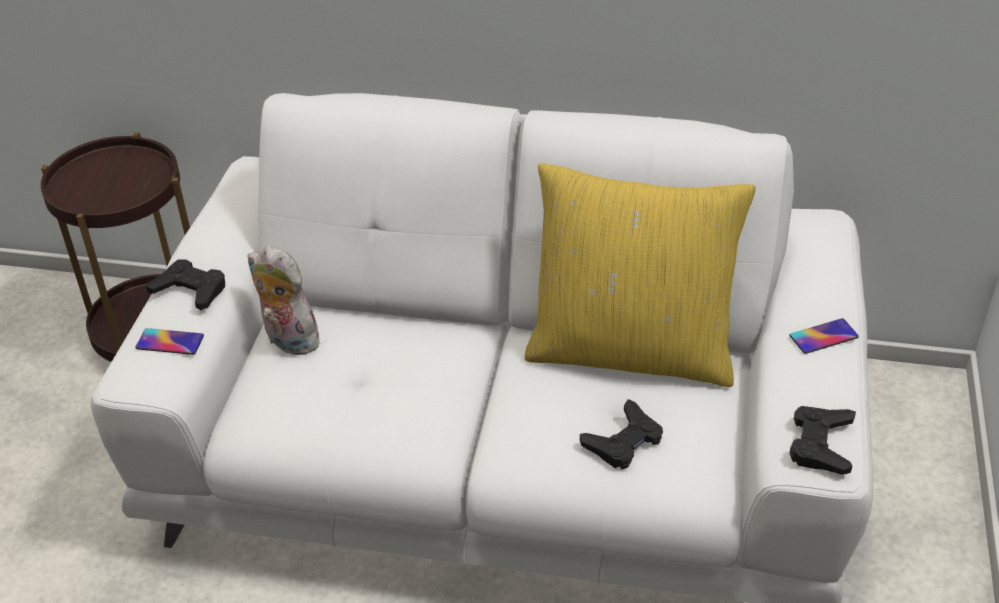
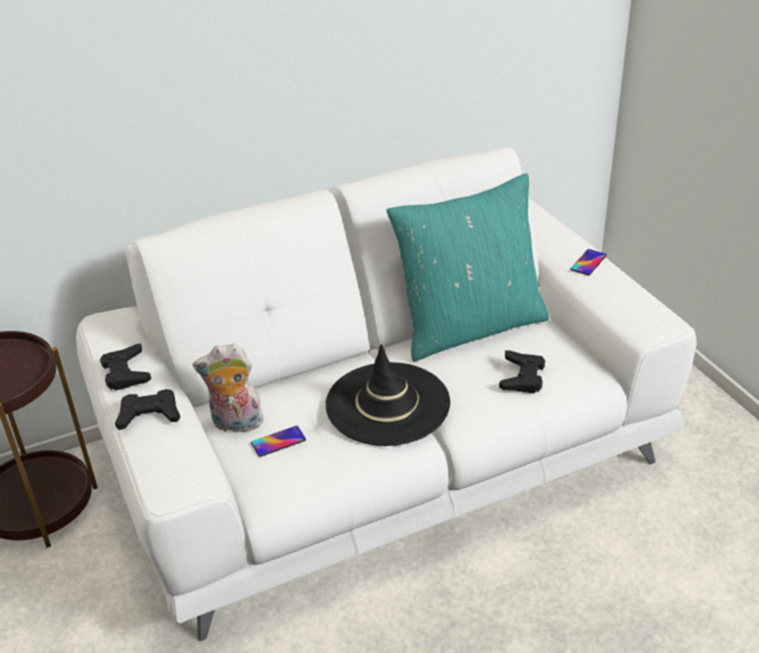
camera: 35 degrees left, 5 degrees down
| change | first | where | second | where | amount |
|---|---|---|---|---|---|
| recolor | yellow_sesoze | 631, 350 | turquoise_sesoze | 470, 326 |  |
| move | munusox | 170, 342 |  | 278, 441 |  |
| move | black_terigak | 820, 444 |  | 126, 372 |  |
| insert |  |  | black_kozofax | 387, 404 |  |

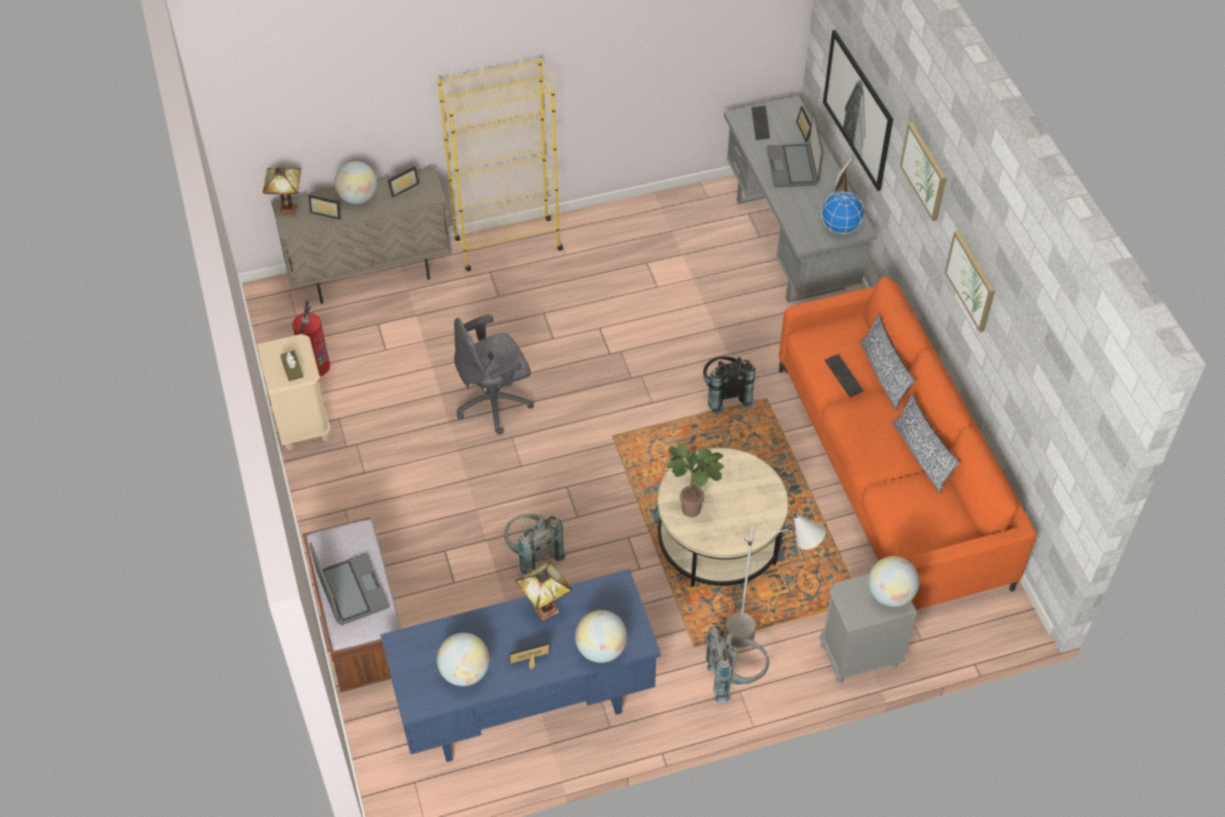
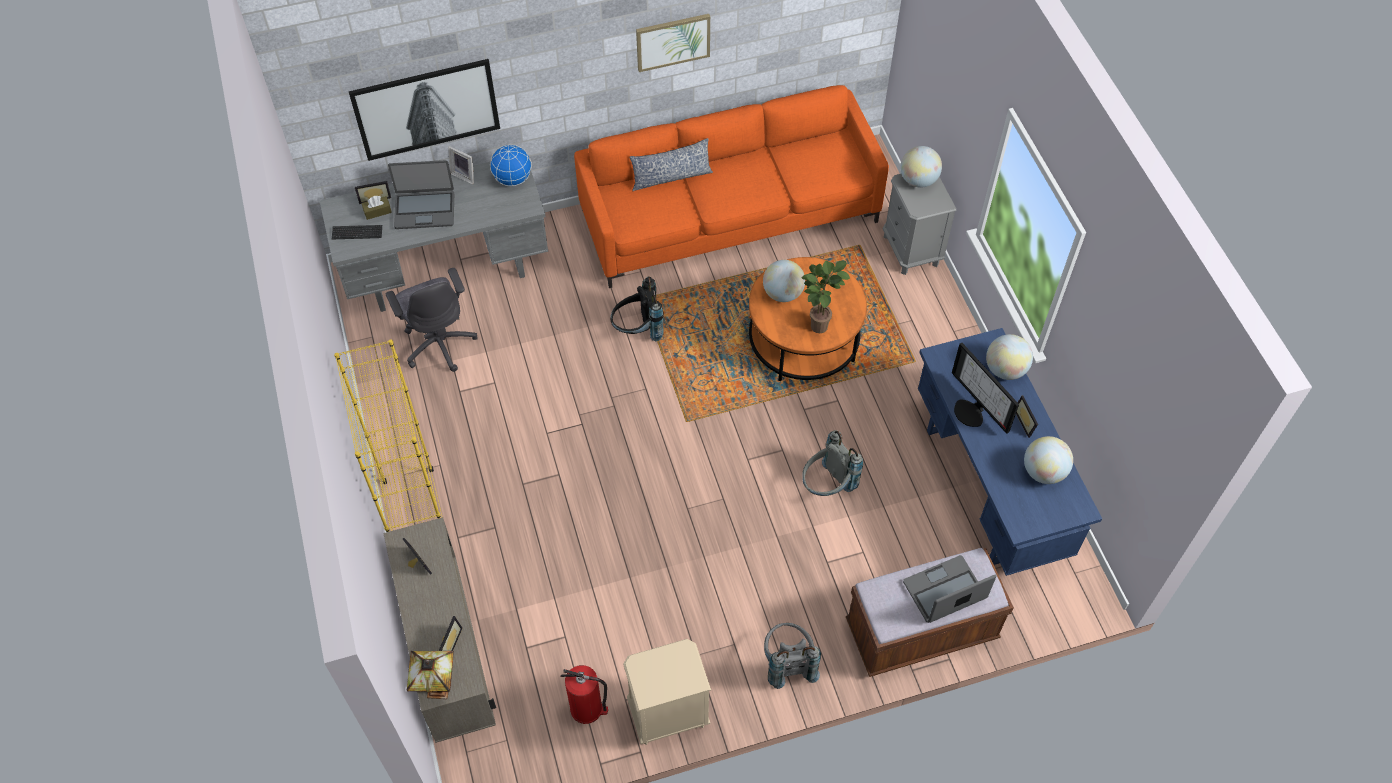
camera: 90 degrees left, 5 degrees up
| change | first | where | second | where | amount |
|---|---|---|---|---|---|
| delete | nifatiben | 924, 171 |  |  |  |
| move | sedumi | 358, 197 |  | 782, 293 |  |
| move | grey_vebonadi | 495, 403 |  | 439, 343 |  |
| move | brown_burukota | 292, 369 |  | 377, 211 |  |
| delete | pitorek | 843, 376 |  |  |  |
| delete | sesoze | 921, 455 |  |  |  |
| recolor | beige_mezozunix | 719, 540 | orange_mezozunix | 803, 340 |  |
| delete | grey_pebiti | 764, 639 |  |  |  |
| replace | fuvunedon | 545, 611 | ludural | 971, 412 |  |
| move | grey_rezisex | 735, 677 |  | 787, 663 |  |

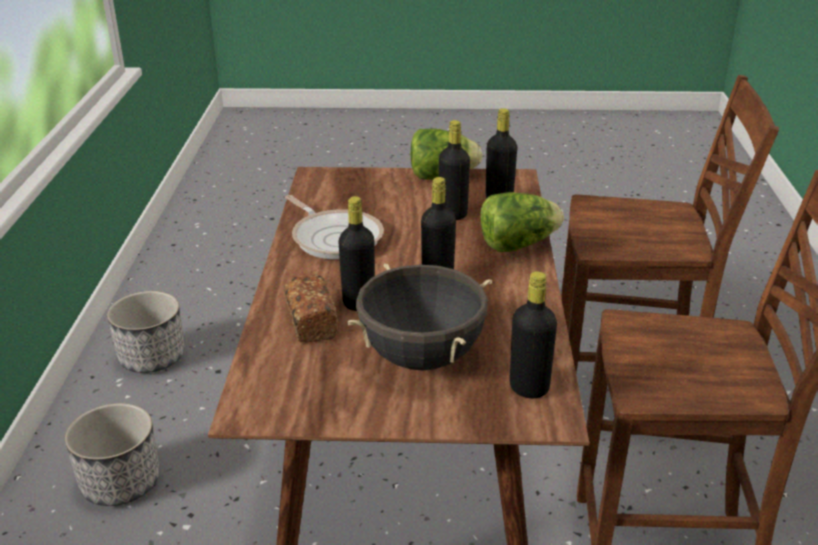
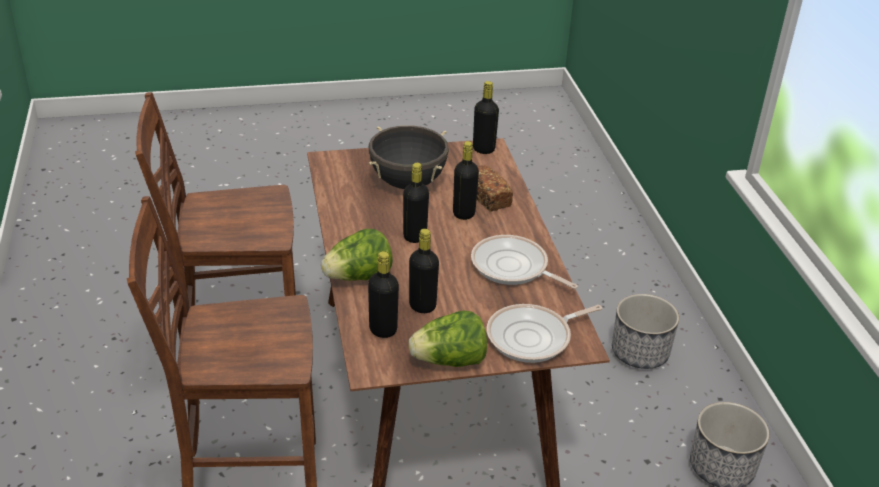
camera: 165 degrees right, 5 degrees up
| change | first | where | second | where | amount |
|---|---|---|---|---|---|
| move | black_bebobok | 529, 388 |  | 483, 149 |  |
| insert |  |  | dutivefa | 533, 337 |  |

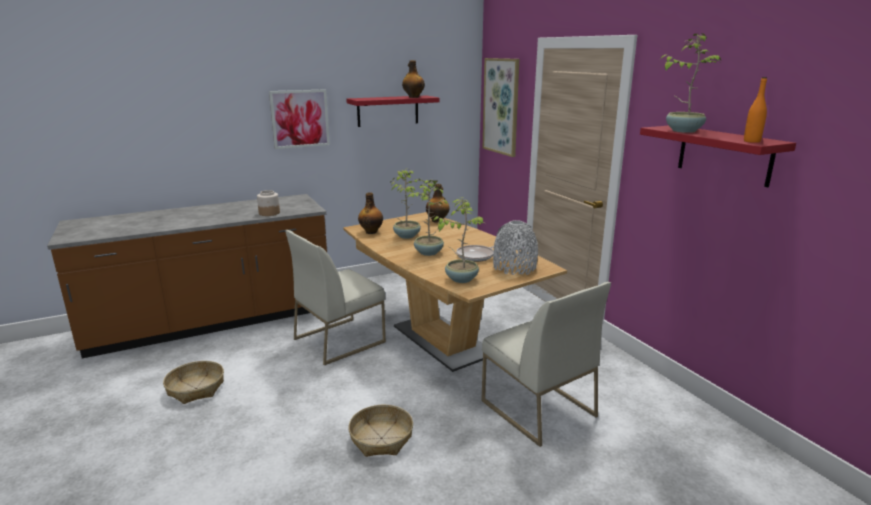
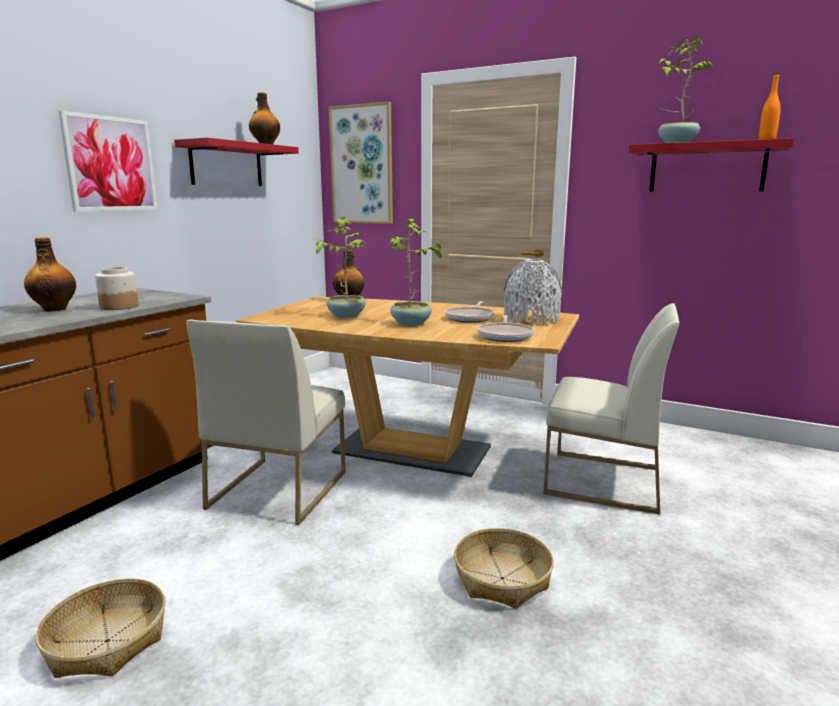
camera: 35 degrees left, 5 degrees down
| change | first | where | second | where | amount |
|---|---|---|---|---|---|
| move | bebobok | 371, 232 |  | 55, 309 |  |
| replace | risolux | 461, 279 | dutivefa | 505, 336 |  |

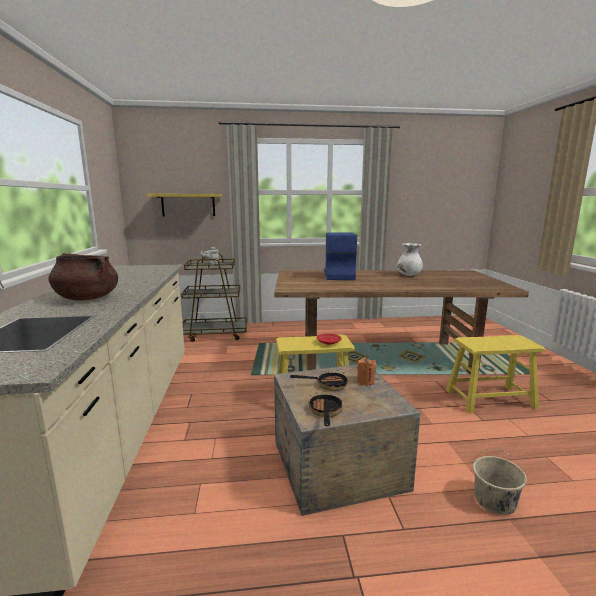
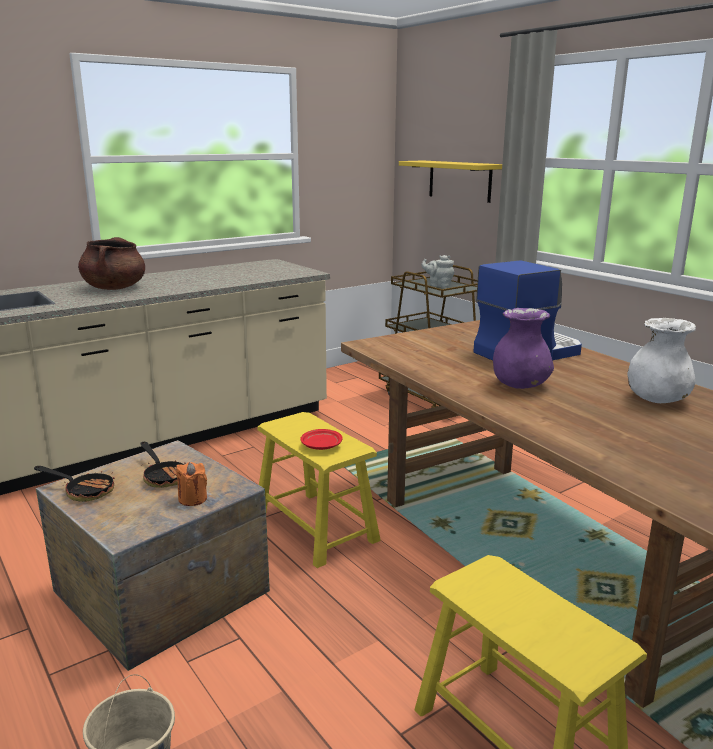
camera: 60 degrees right, 5 degrees up
| change | first | where | second | where | amount |
|---|---|---|---|---|---|
| rotate | dutivefa | 325, 413 |  | 84, 491 | 45 degrees clockwise |
| insert |  |  | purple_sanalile | 520, 386 |  |

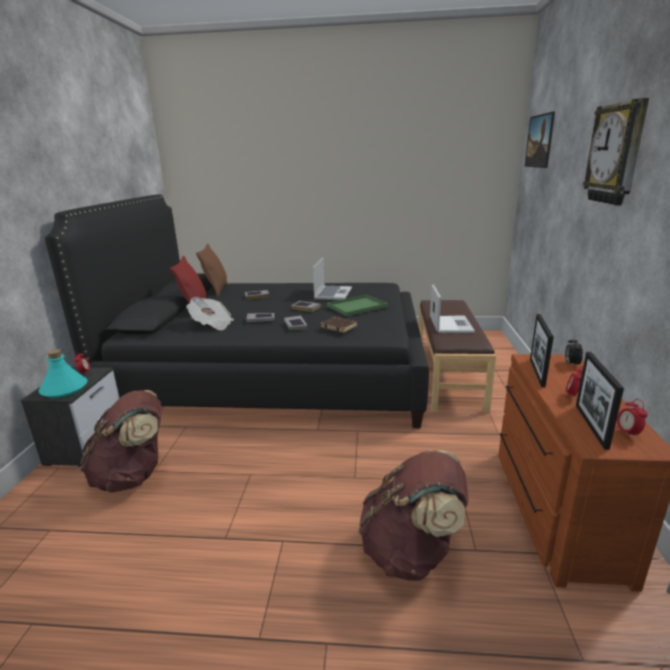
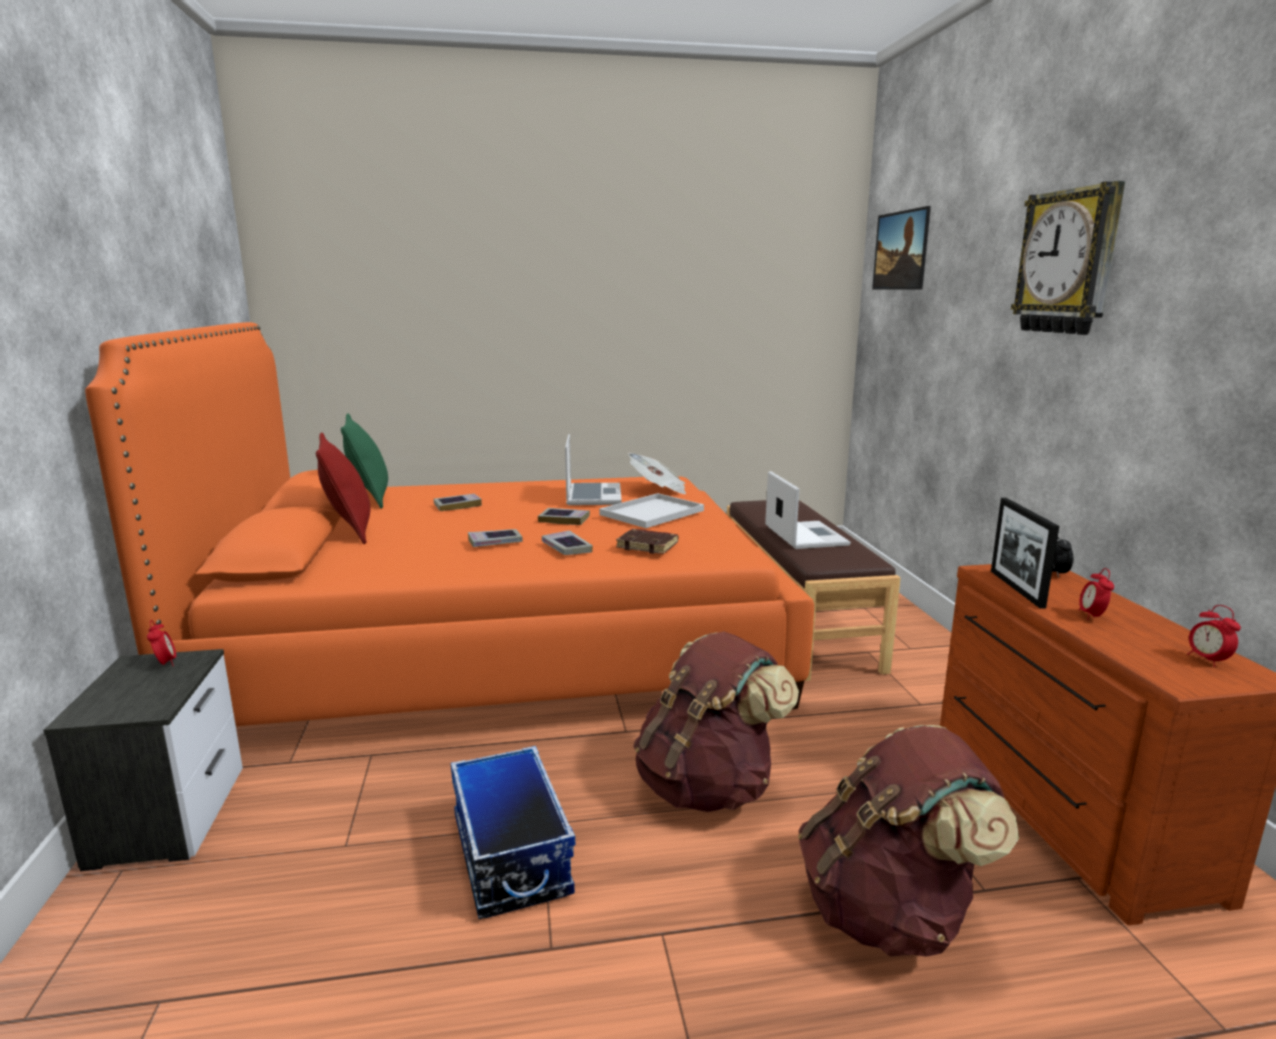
camera: 15 degrees left, 5 degrees down
| change | first | where | second | where | amount |
|---|---|---|---|---|---|
| recolor | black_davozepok | 276, 372 | orange_davozepok | 501, 642 |  |
| recolor | brown_sesoze | 216, 290 | green_sesoze | 370, 498 |  |
| recolor | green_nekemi | 357, 306 | white_nekemi | 652, 512 |  |
| move | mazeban | 212, 324 |  | 658, 490 |  |
| delete | turquoise_bebobok | 64, 390 |  |  |  |
| delete | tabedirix | 591, 426 |  |  |  |
| move | brown_rezisex | 133, 476 |  | 708, 786 |  |
| insert |  |  | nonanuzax | 509, 855 |  |

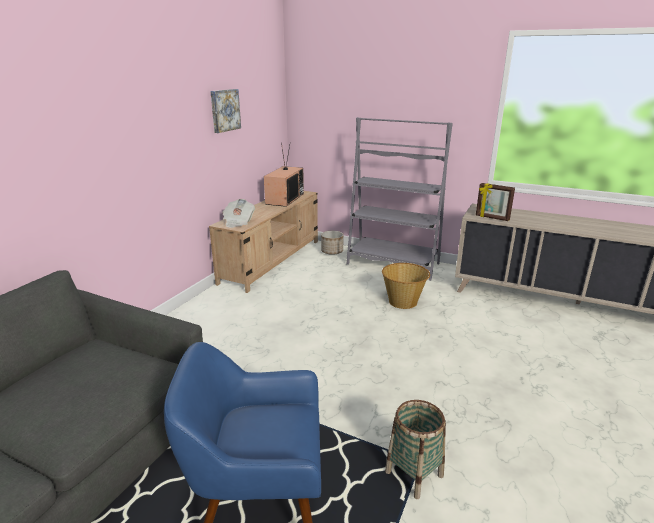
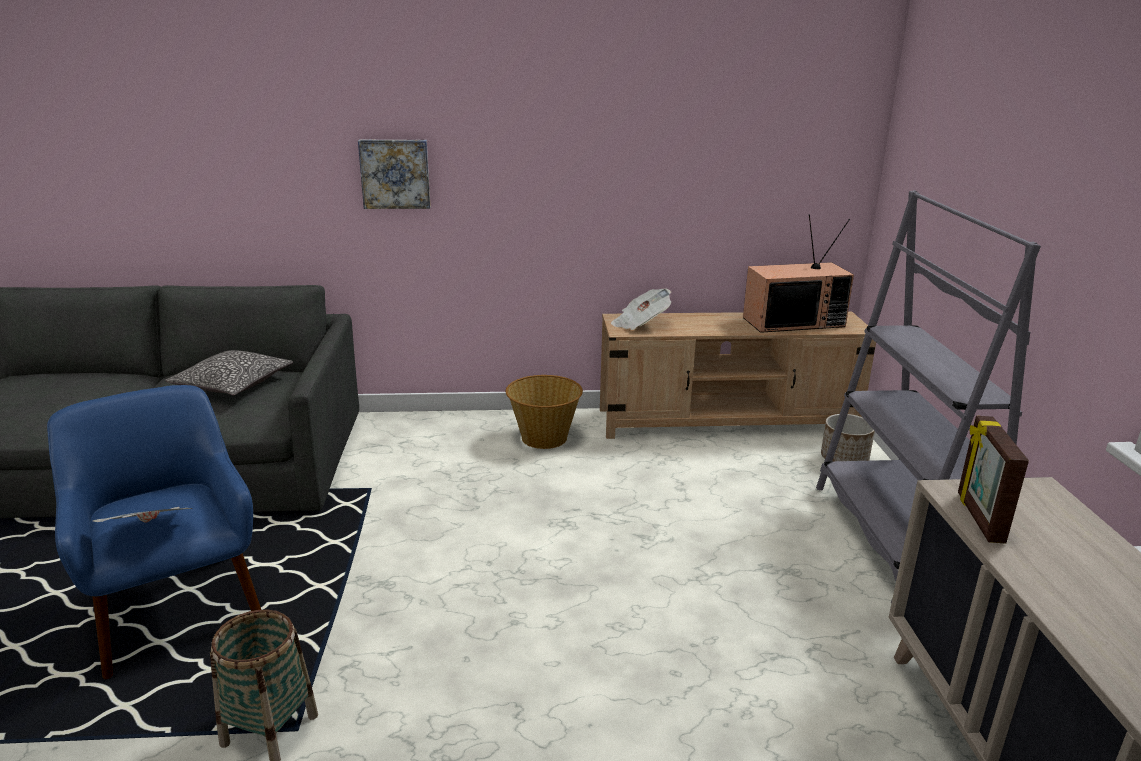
camera: 60 degrees right, 0 degrees up
| change | first | where | second | where | amount |
|---|---|---|---|---|---|
| move | nifatiben | 224, 110 |  | 395, 173 |  |
| move | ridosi | 403, 302 |  | 544, 438 |  |
| insert |  |  | sesoze | 233, 384 |  |
| insert |  |  | mazeban | 152, 533 |  |

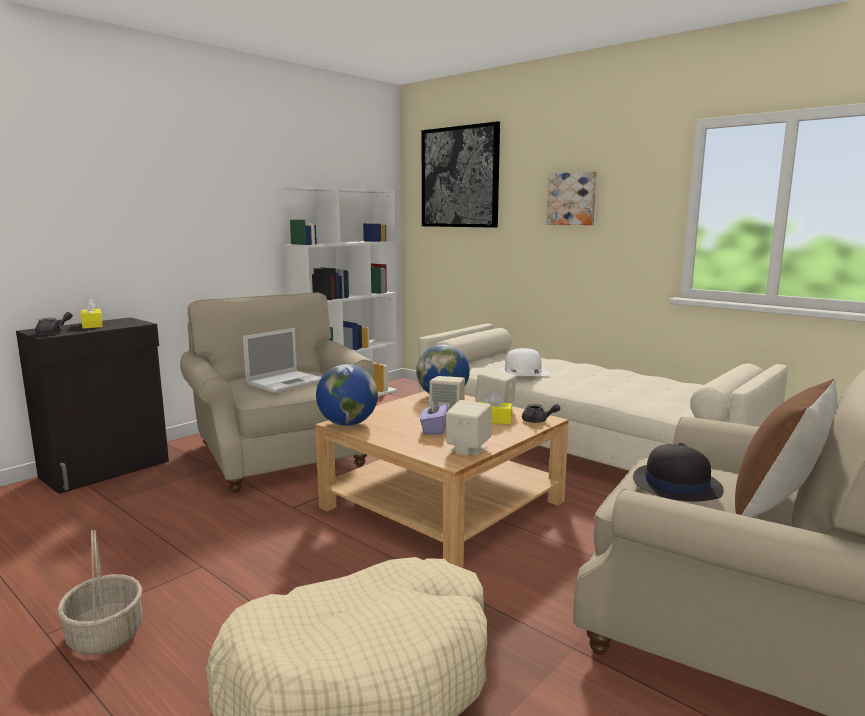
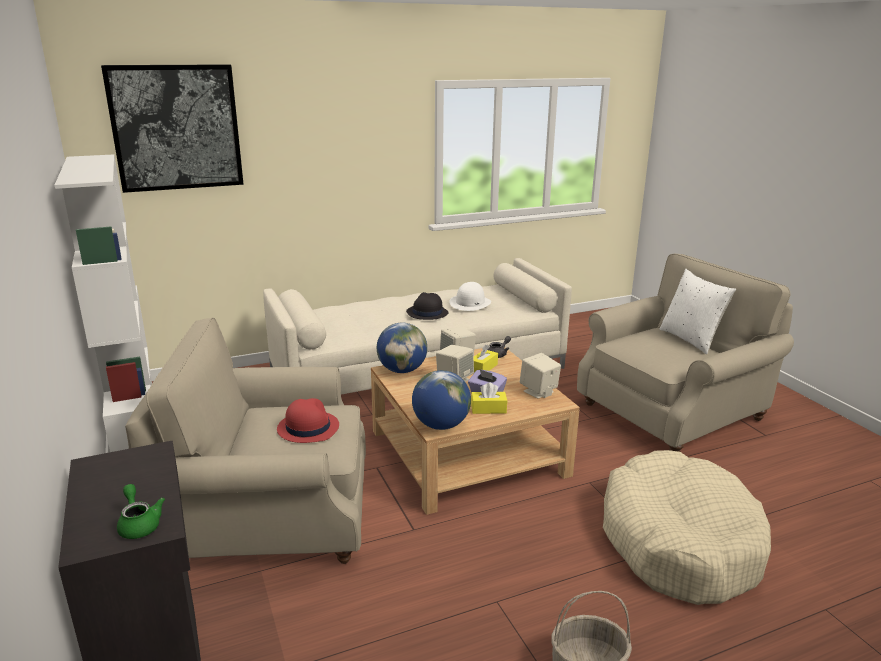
camera: 65 degrees left, 10 degrees up
| change | first | where | second | where | amount |
|---|---|---|---|---|---|
| delete | nifatiben | 572, 199 |  |  |  |
| move | yellow_burukota | 92, 325 |  | 488, 409 |  |
| recolor | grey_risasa | 54, 332 | green_risasa | 139, 524 |  |
| replace | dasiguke | 286, 382 | red_kozofax | 307, 427 |  |
| move | white_kozofax | 522, 372 |  | 470, 303 |  |
| recolor | brown_sesoze | 778, 506 | white_sesoze | 690, 339 |  |
| move | black_kozofax | 676, 484 |  | 427, 313 |  |

